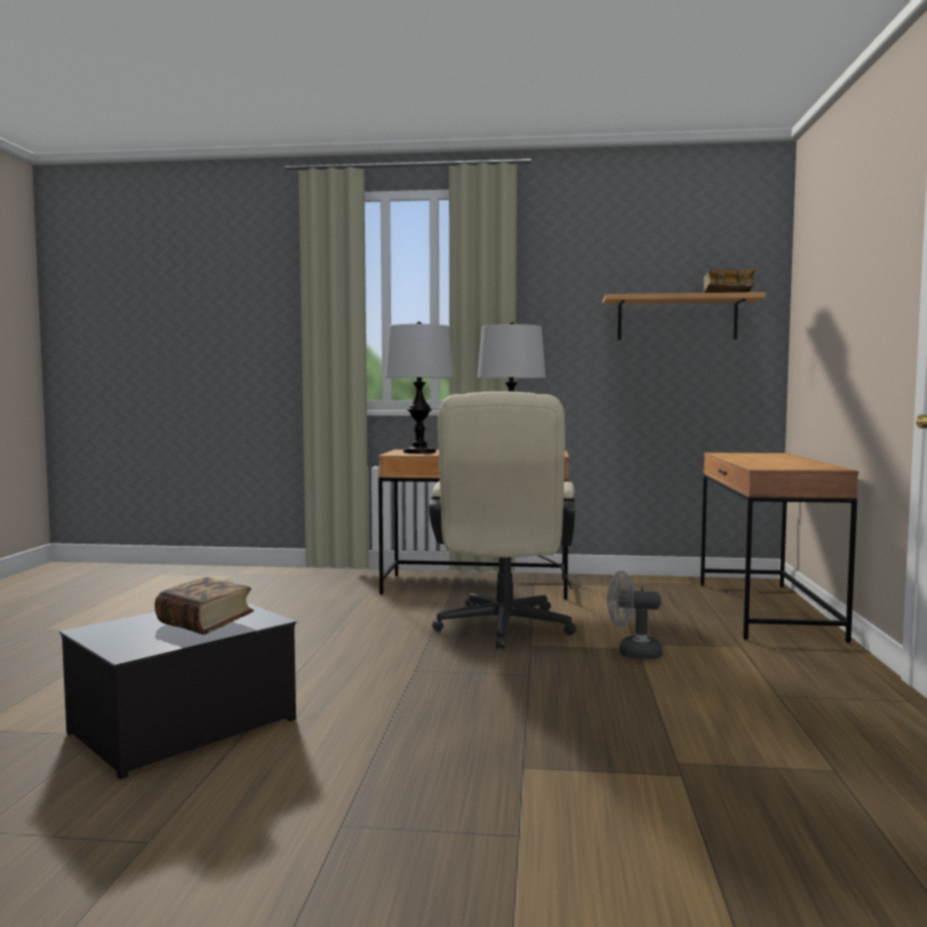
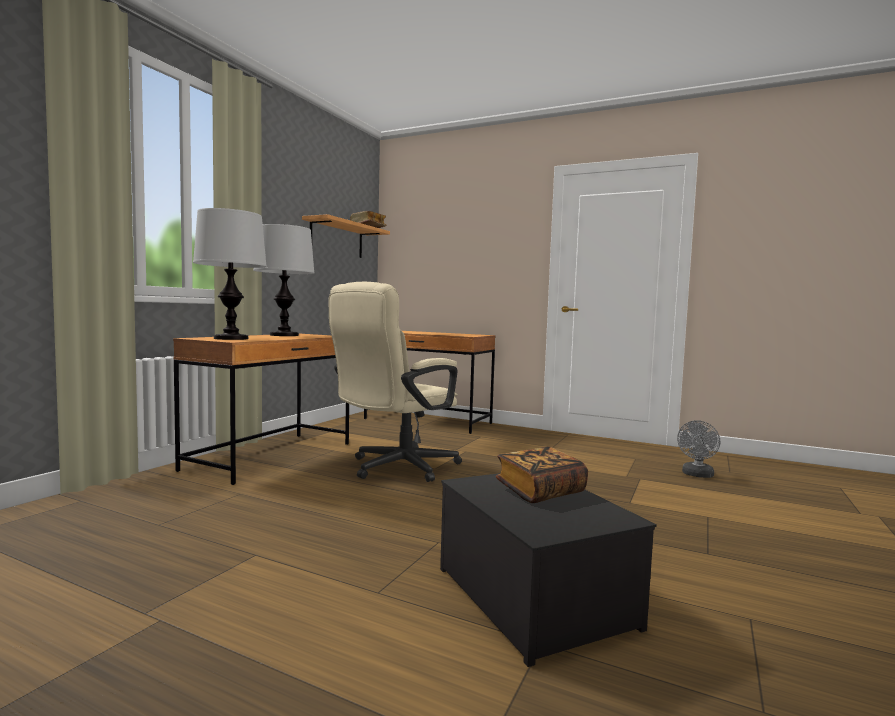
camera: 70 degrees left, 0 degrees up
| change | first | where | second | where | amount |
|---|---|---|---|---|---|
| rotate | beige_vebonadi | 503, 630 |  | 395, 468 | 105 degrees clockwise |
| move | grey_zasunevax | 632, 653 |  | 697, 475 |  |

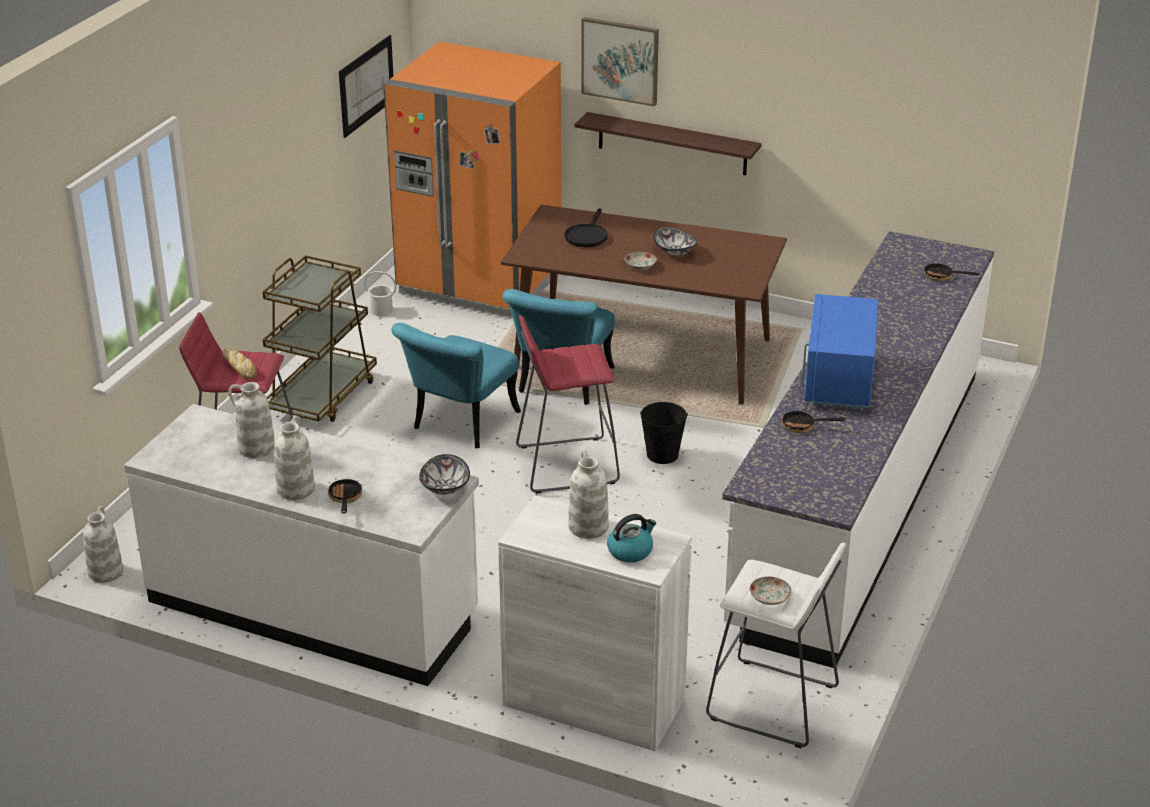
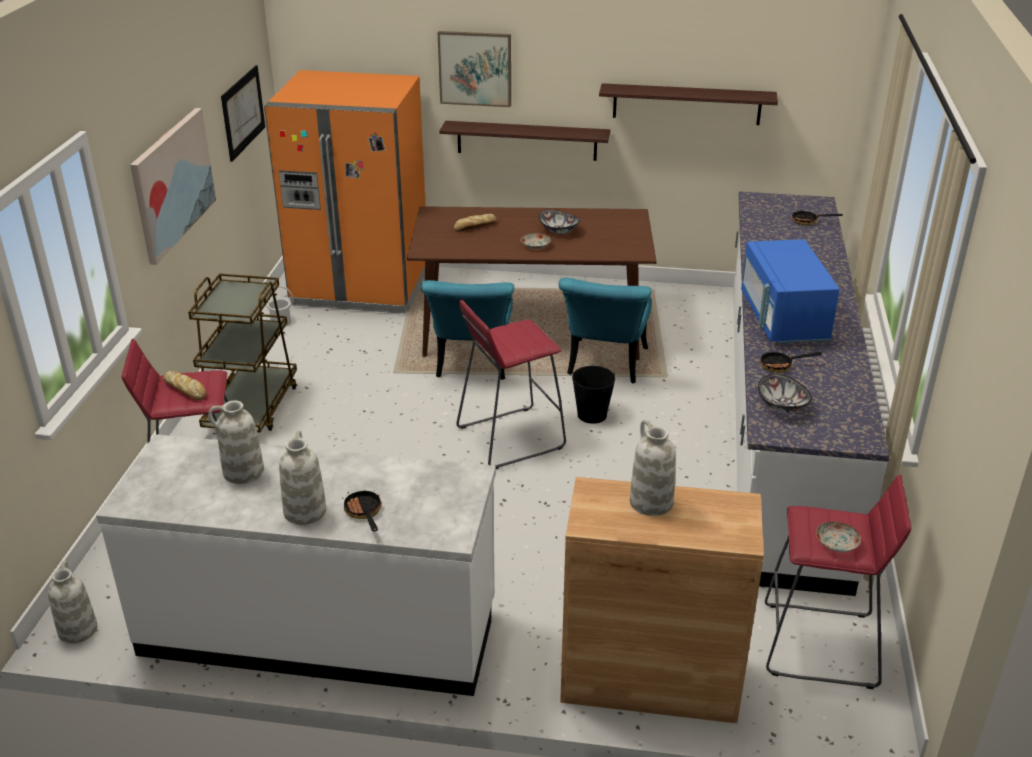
camera: 15 degrees left, 0 degrees up
| change | first | where | second | where | amount |
|---|---|---|---|---|---|
| replace | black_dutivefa | 587, 235 | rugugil | 474, 227 |  |
| move | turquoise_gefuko | 460, 425 |  | 605, 366 |  |
| move | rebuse | 444, 487 |  | 781, 406 |  |
| recolor | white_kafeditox | 594, 702 | brown_kafeditox | 650, 679 |  |
| delete | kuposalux | 630, 551 |  |  |  |
| recolor | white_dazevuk | 773, 704 | red_dazevuk | 821, 645 |  |
| insert |  |  | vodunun | 686, 104 |  |
| insert |  |  | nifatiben | 172, 183 |  |

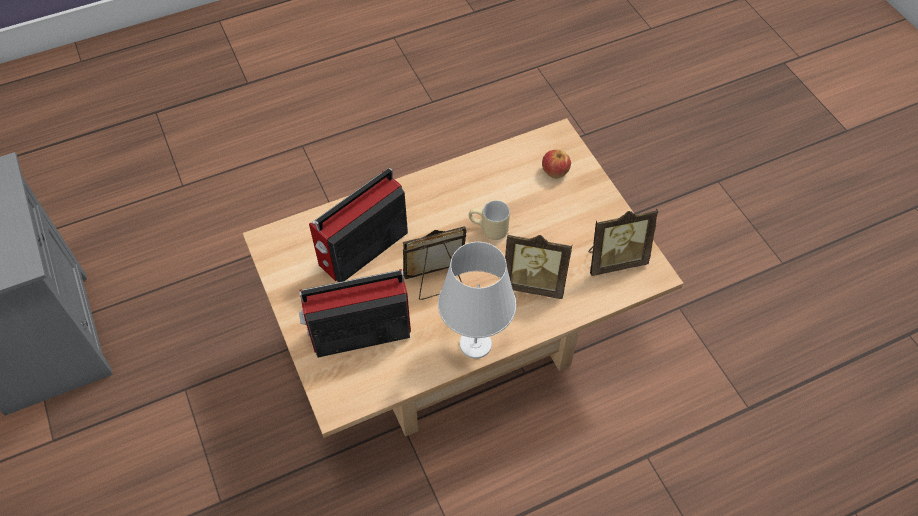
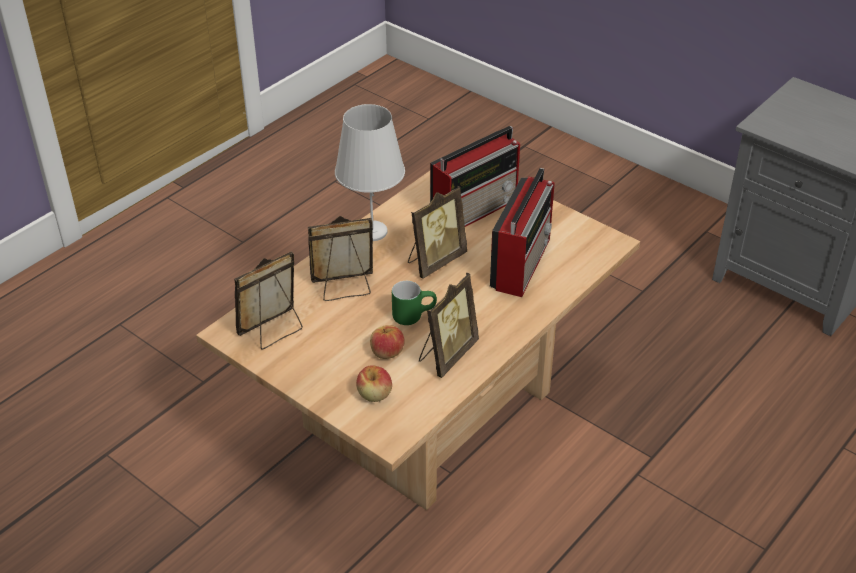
camera: 155 degrees right, 15 degrees down
| change | first | where | second | where | amount |
|---|---|---|---|---|---|
| recolor | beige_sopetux | 488, 231 | green_sopetux | 413, 315 |  |
| insert |  |  | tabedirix | 446, 354 |  |
| insert |  |  | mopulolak | 387, 352 |  |

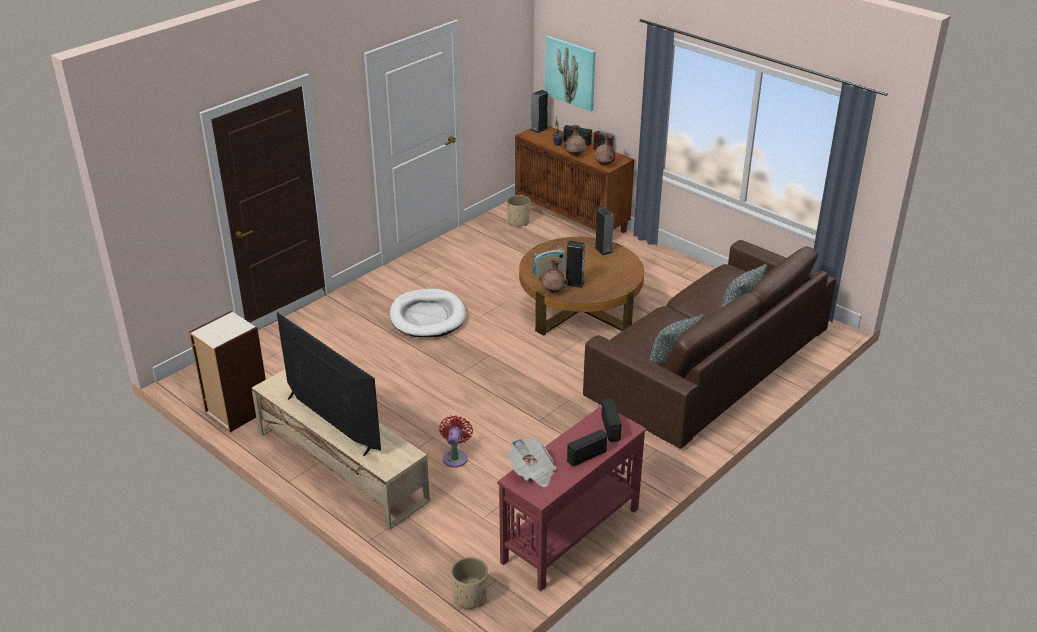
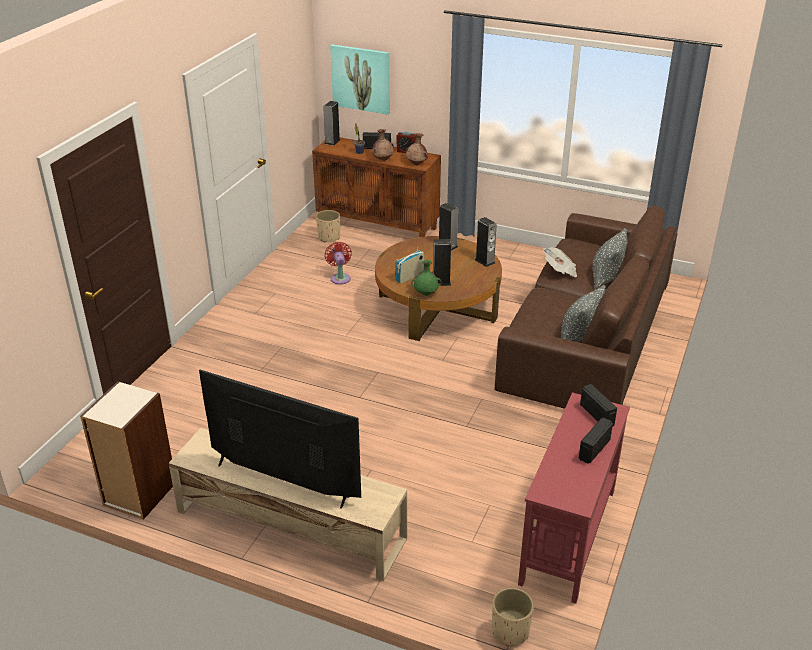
camera: 20 degrees left, 0 degrees up
| change | first | where | second | where | amount |
|---|---|---|---|---|---|
| recolor | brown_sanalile | 553, 291 | green_sanalile | 426, 294 |  |
| delete | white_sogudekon | 427, 317 |  |  |  |
| move | red_zasunevax | 455, 457 |  | 340, 277 |  |
| move | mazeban | 532, 472 |  | 560, 270 |  |
| insert |  |  | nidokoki | 485, 261 |  |

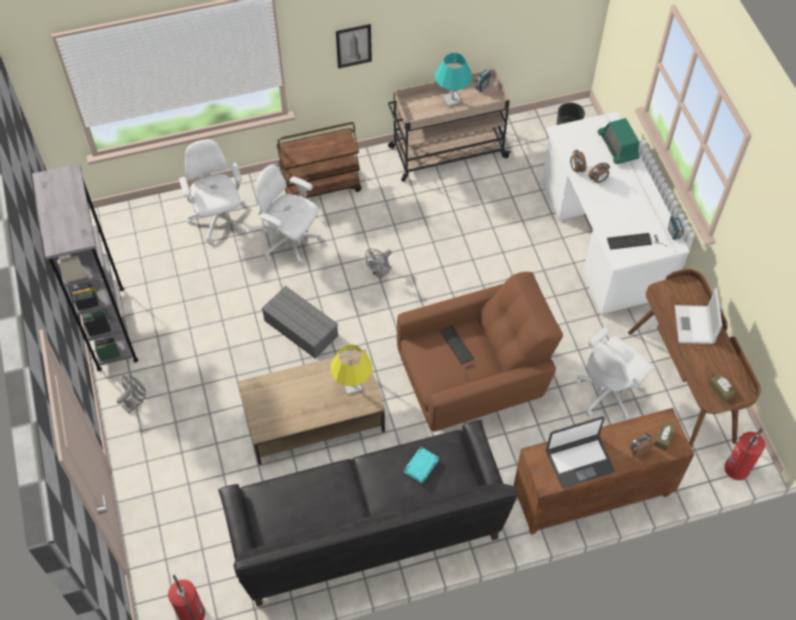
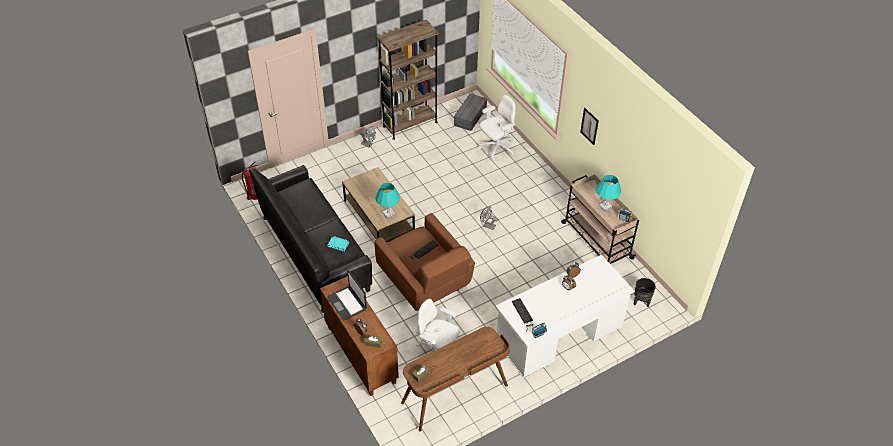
camera: 75 degrees right, 10 degrees down
| change | first | where | second | where | amount |
|---|---|---|---|---|---|
| delete | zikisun | 618, 147 |  |  |  |
| delete | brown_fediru | 321, 187 |  |  |  |
| recolor | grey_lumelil | 110, 328 | brown_lumelil | 410, 124 |  |
| delete | white_vebonadi | 290, 243 |  |  |  |
| move | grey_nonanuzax | 299, 328 |  | 470, 116 |  |
| delete | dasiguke | 694, 325 |  |  |  |
| recolor | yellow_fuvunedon | 352, 386 | turquoise_fuvunedon | 388, 213 |  |
| delete | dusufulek | 737, 468 |  |  |  |

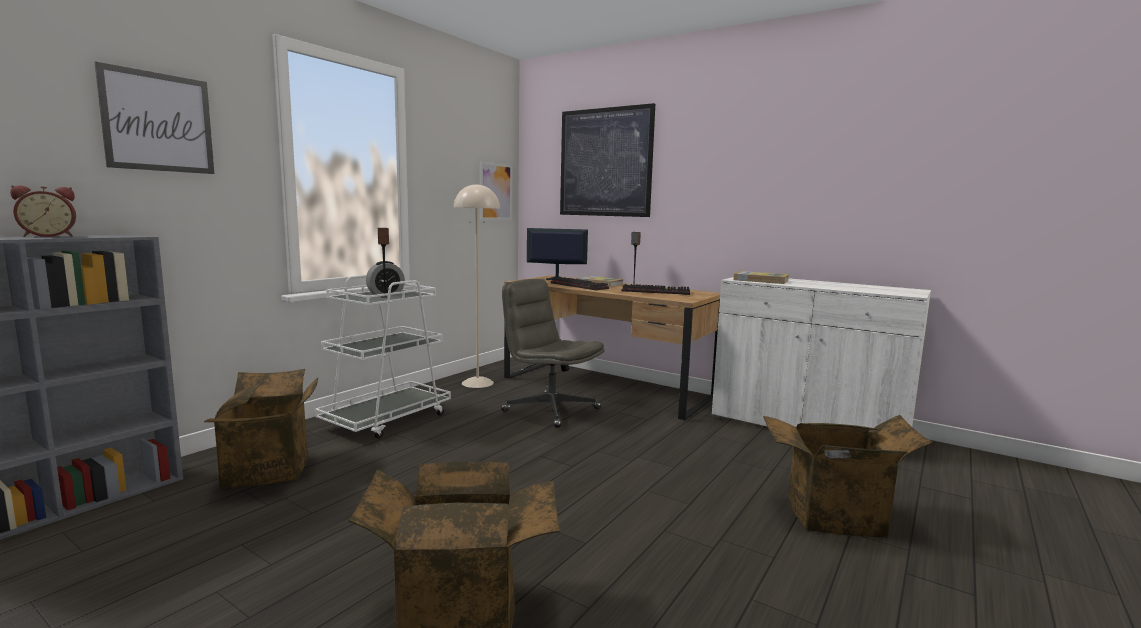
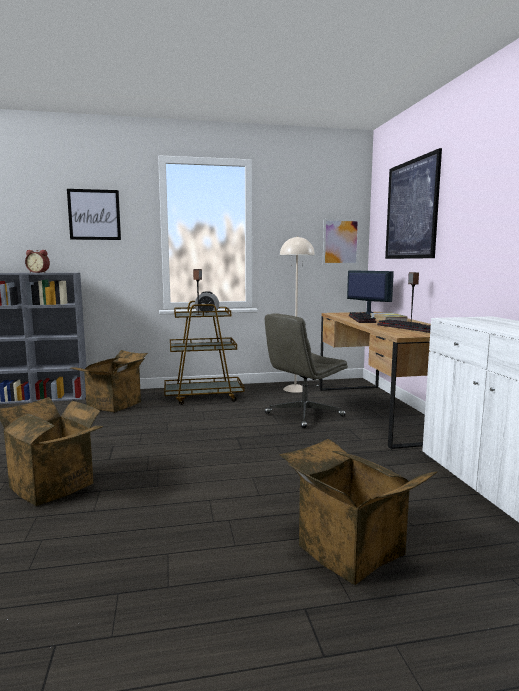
camera: 45 degrees right, 0 degrees up
| change | first | where | second | where | amount |
|---|---|---|---|---|---|
| delete | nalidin | 760, 280 |  |  |  |
| recolor | white_fediru | 387, 419 | brown_fediru | 204, 396 |  |
| rotate | grey_vebonadi | 550, 410 |  | 303, 415 | 120 degrees counterclockwise |

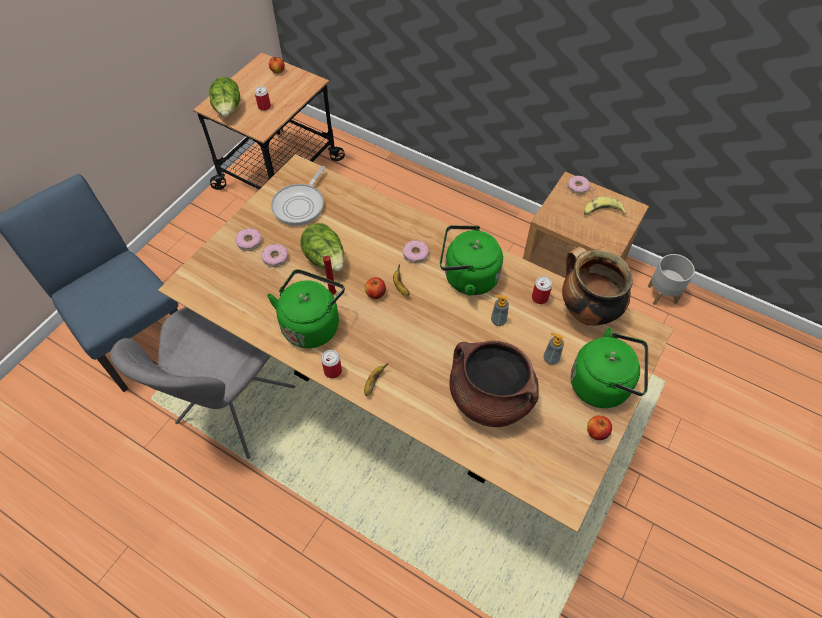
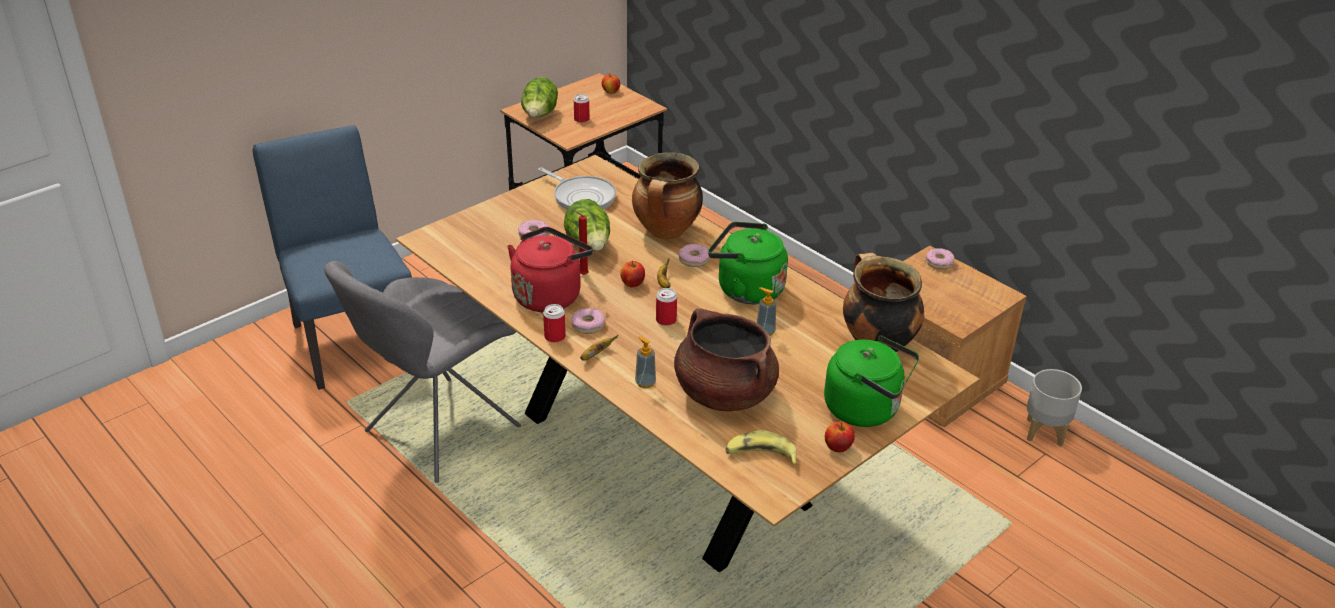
camera: 15 degrees right, 20 degrees down
| change | first | where | second | where | amount |
|---|---|---|---|---|---|
| rotate | dutivefa | 300, 205 |  | 582, 197 | 90 degrees counterclockwise |
| move | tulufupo | 602, 211 |  | 760, 455 |  |
| move | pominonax | 249, 242 |  | 588, 325 |  |
| recolor | green_kuposalux | 312, 324 | red_kuposalux | 549, 295 |  |
| move | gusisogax | 539, 298 |  | 666, 320 |  |
| move | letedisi | 551, 358 |  | 645, 383 |  |
| insert |  |  | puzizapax | 666, 232 |  |

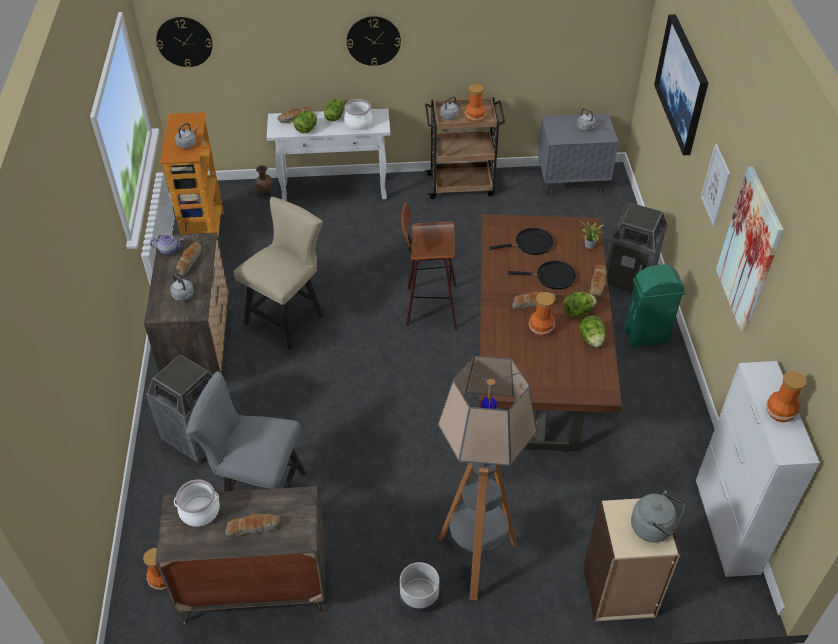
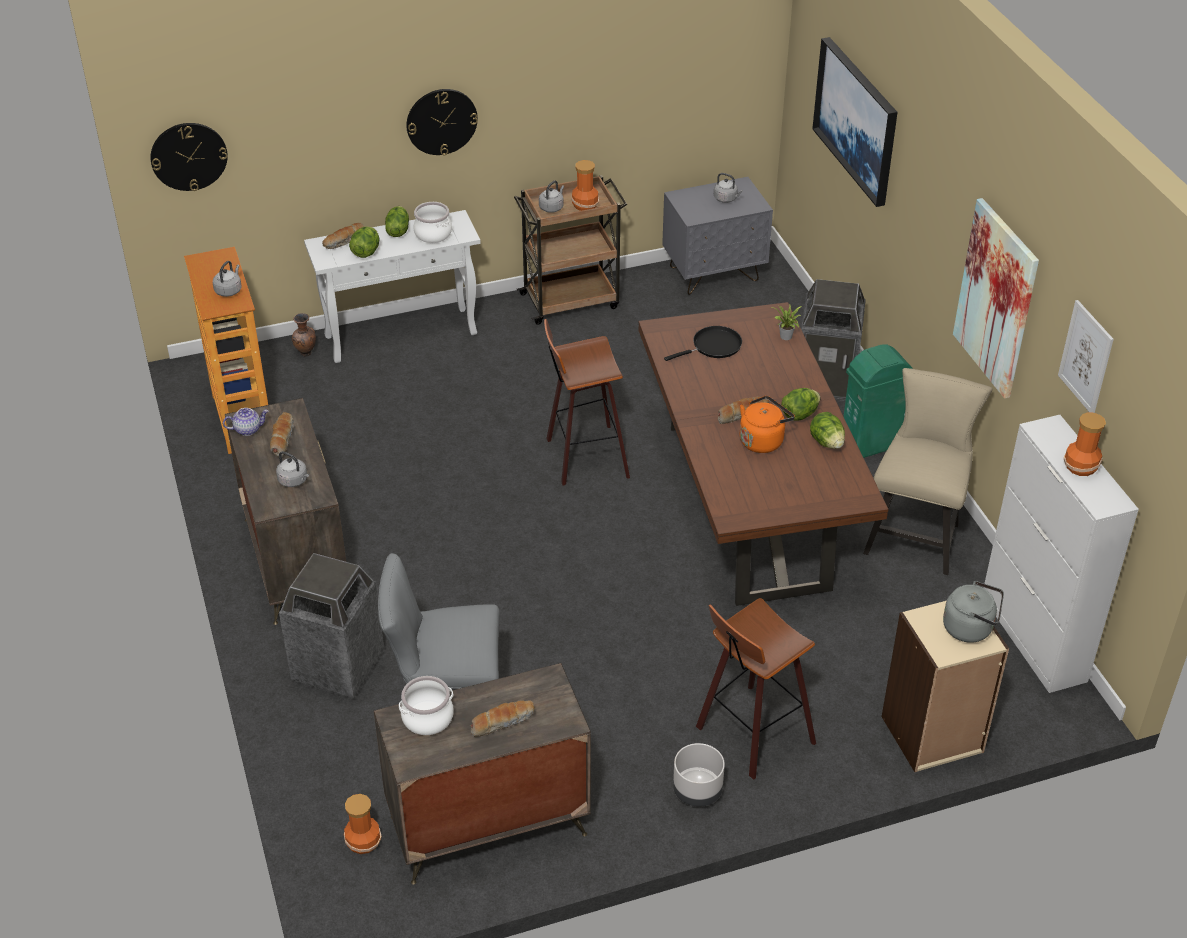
camera: 15 degrees left, 5 degrees down
| change | first | where | second | where | amount |
|---|---|---|---|---|---|
| move | nifatiben | 716, 185 |  | 1086, 357 |  |
| move | beige_gefuko | 288, 317 |  | 915, 534 |  |
| delete | black_dutivefa | 552, 277 |  |  |  |
| delete | rugugil | 598, 285 |  |  |  |
| replace | sanalile | 542, 328 | orange_kuposalux | 763, 440 |  |
| replace | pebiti | 476, 559 | dazevuk | 751, 735 |  |

